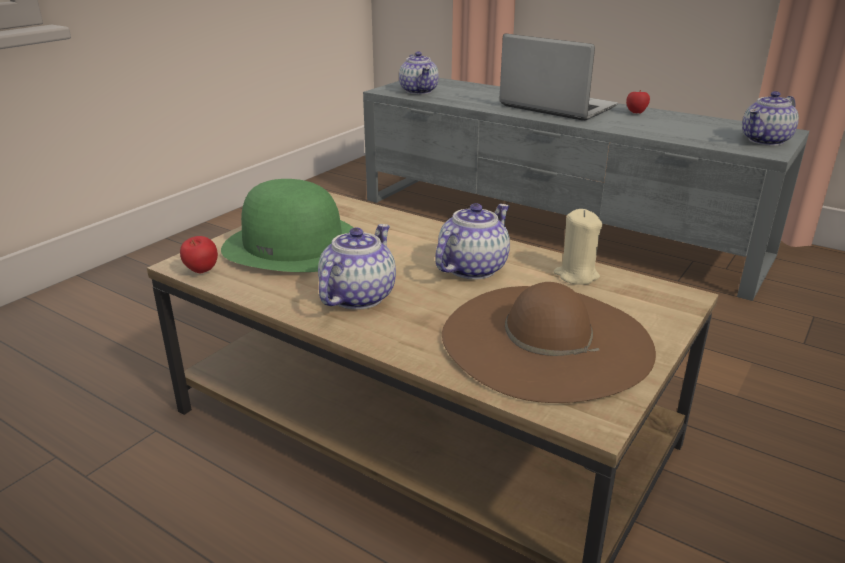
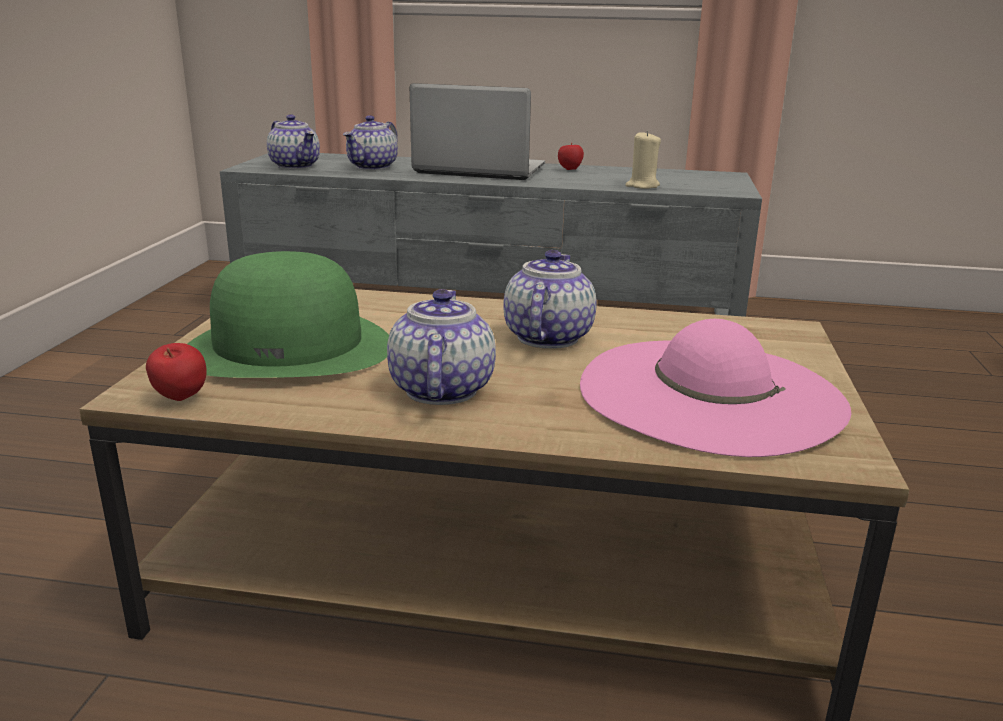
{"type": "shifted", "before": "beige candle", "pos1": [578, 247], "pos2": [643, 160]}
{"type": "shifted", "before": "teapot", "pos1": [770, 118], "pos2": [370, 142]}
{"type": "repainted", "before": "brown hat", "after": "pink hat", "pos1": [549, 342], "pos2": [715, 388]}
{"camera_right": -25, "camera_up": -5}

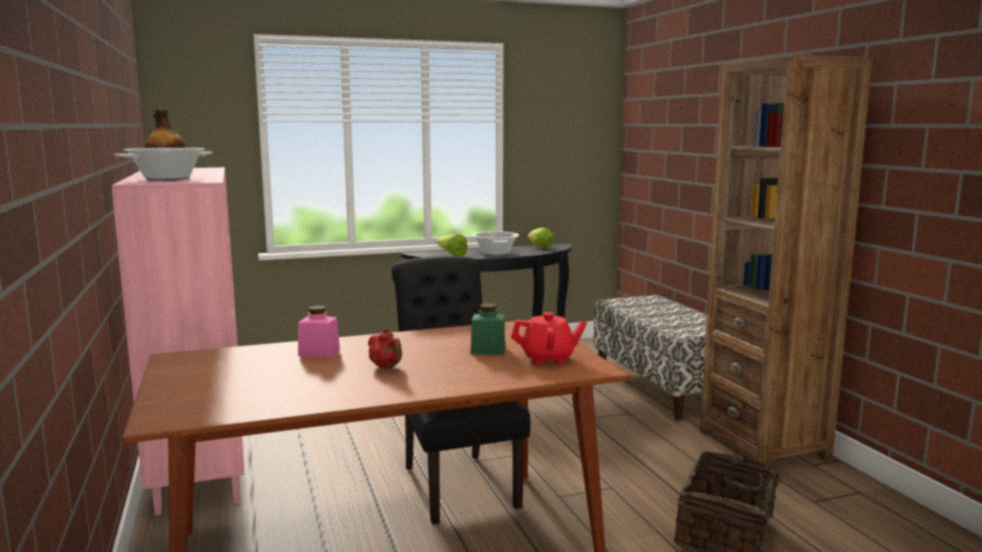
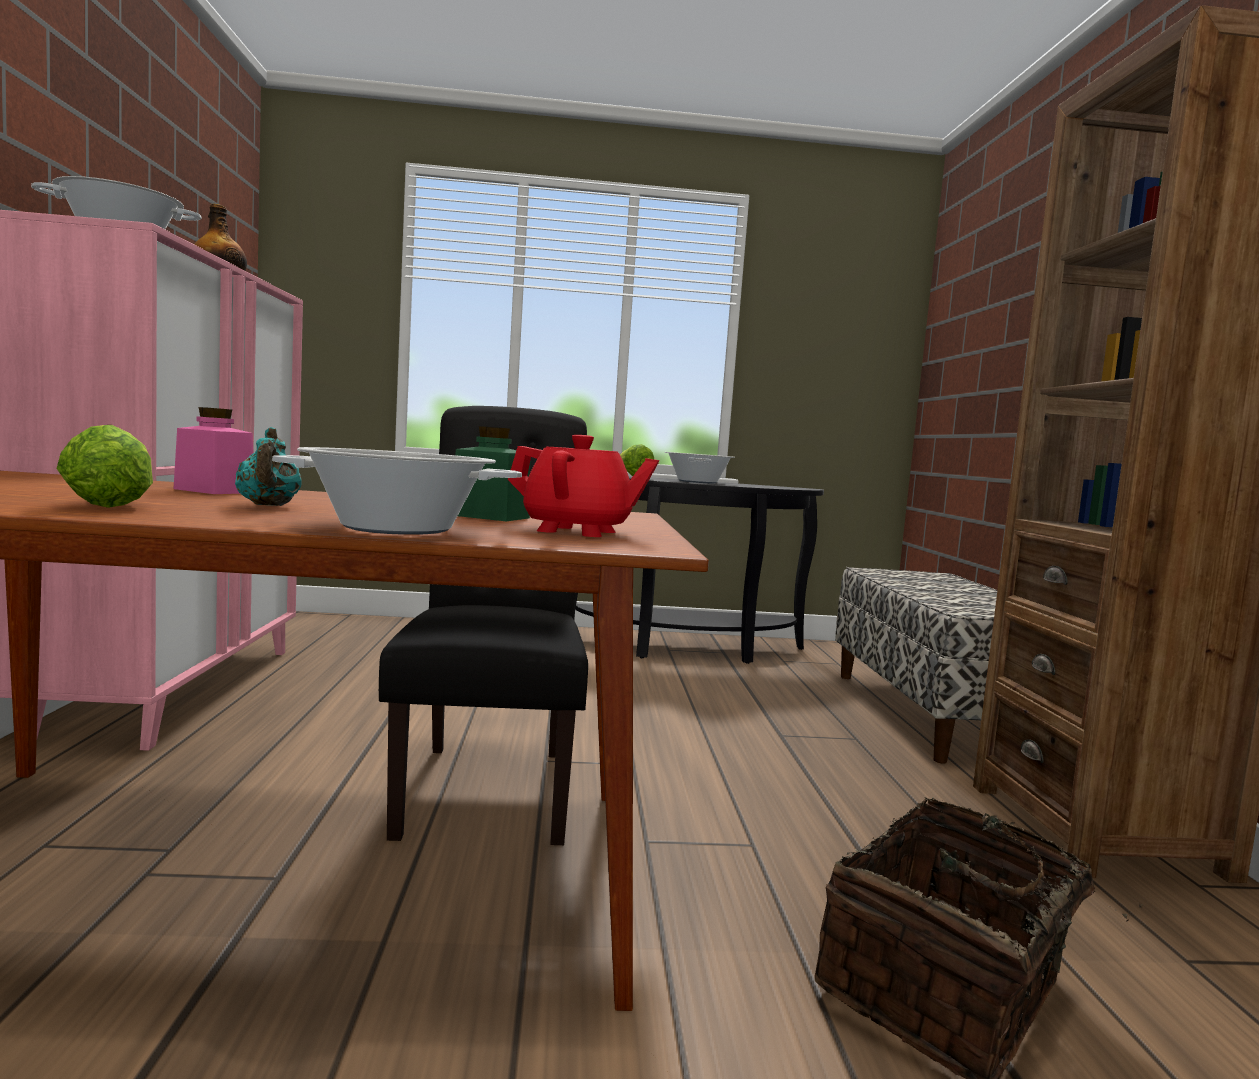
{"type": "new", "after": "cooking pot", "pos2": [397, 491]}
{"type": "shifted", "before": "lettuce", "pos1": [541, 238], "pos2": [104, 466]}
{"type": "repainted", "before": "red teapot", "after": "turquoise teapot", "pos1": [385, 348], "pos2": [268, 466]}
{"camera_right": 15, "camera_up": -5}

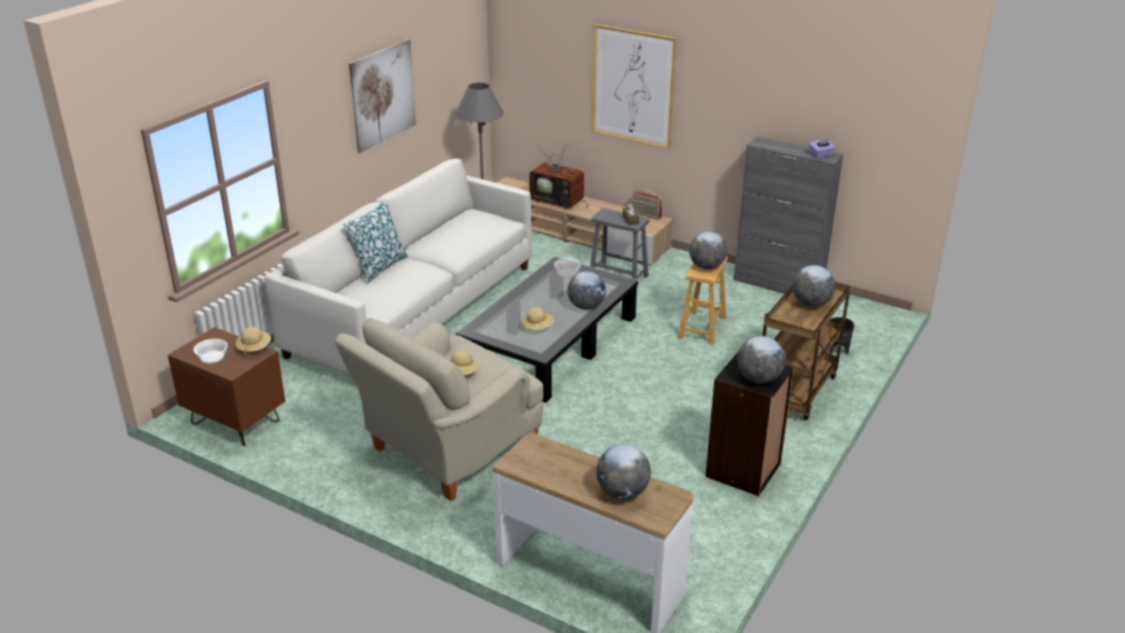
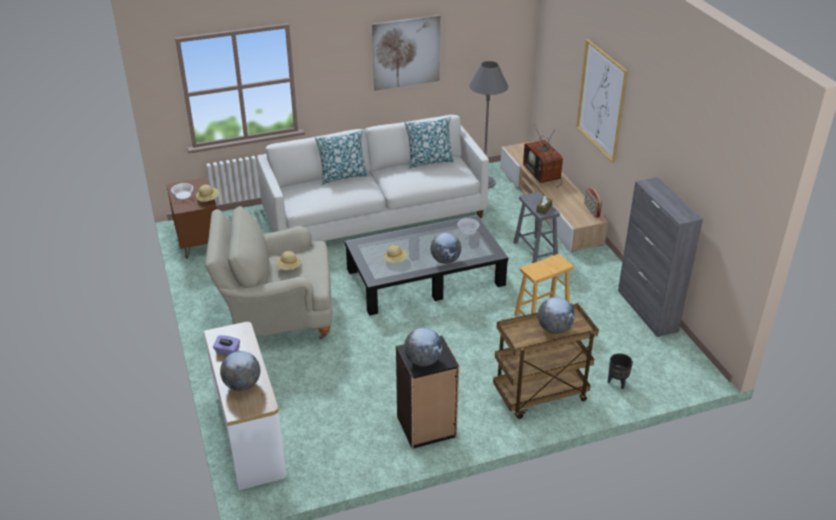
{"type": "gone", "before": "globe", "pos1": [708, 250]}
{"type": "new", "after": "pillow", "pos2": [429, 142]}
{"type": "shifted", "before": "purple tissue box", "pos1": [822, 148], "pos2": [226, 345]}
{"camera_right": 40, "camera_up": 5}

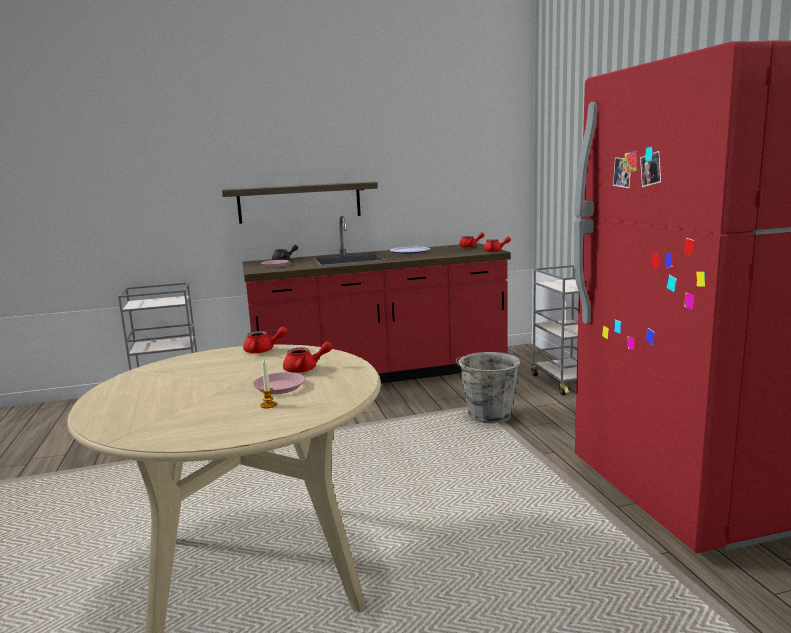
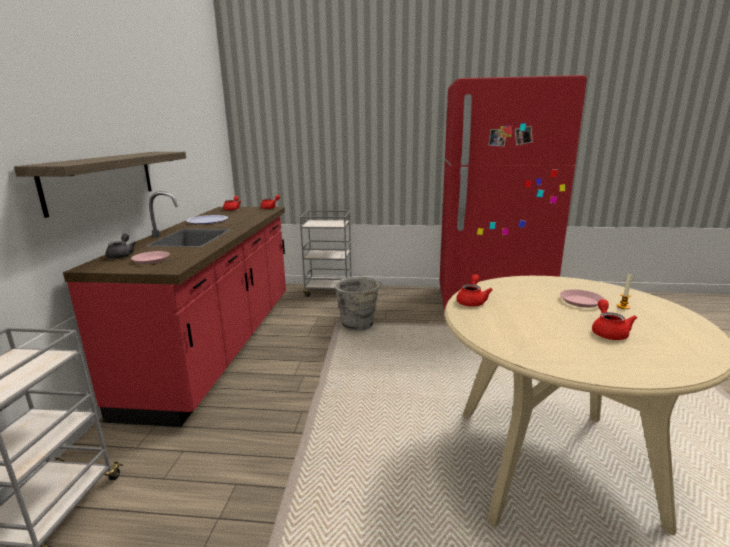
{"type": "shifted", "before": "red teapot", "pos1": [308, 357], "pos2": [614, 319]}
{"camera_right": -70, "camera_up": 5}

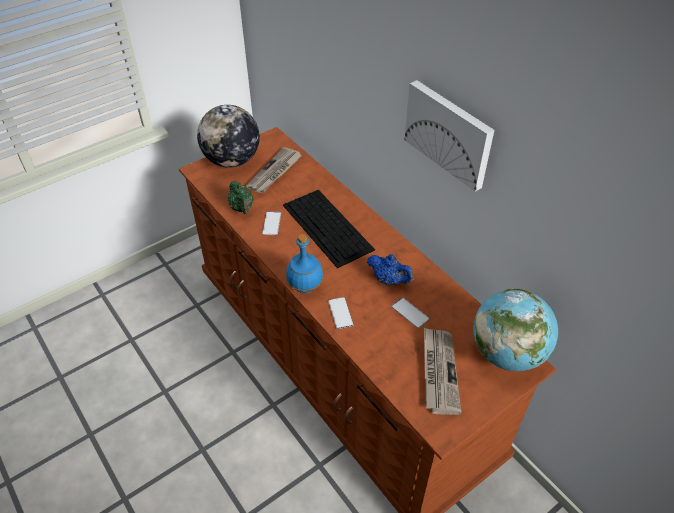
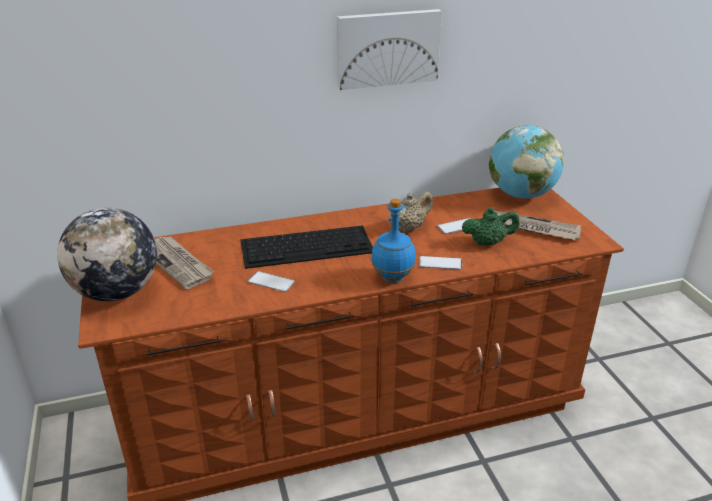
{"type": "shifted", "before": "green teapot", "pos1": [240, 197], "pos2": [491, 226]}
{"type": "repainted", "before": "blue teapot", "after": "beige teapot", "pos1": [390, 269], "pos2": [410, 212]}
{"camera_right": -70, "camera_up": -15}

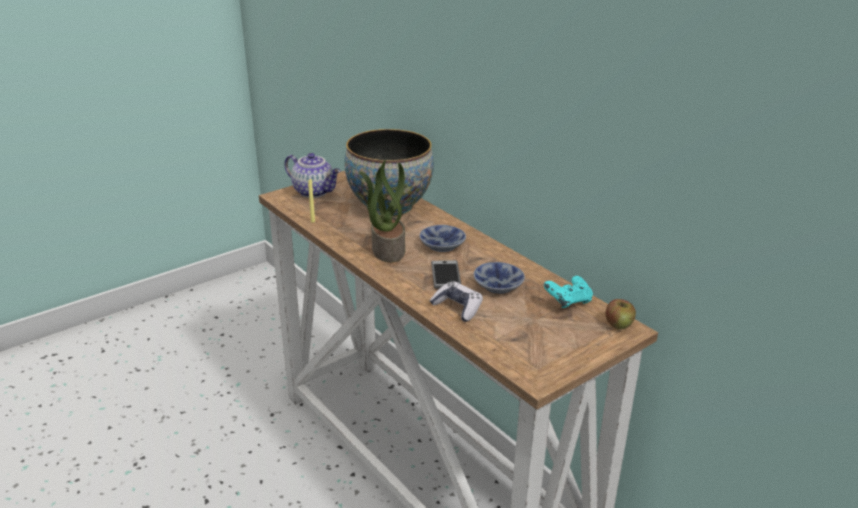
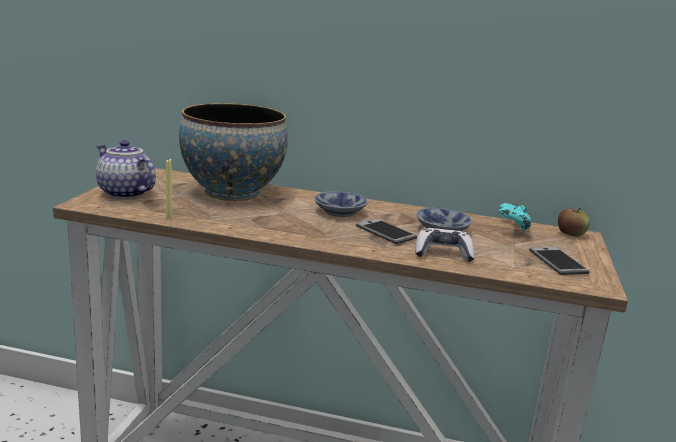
{"type": "gone", "before": "potted plant", "pos1": [382, 211]}
{"type": "new", "after": "phone", "pos2": [559, 261]}
{"type": "rotated", "before": "teapot", "pos1": [312, 175], "pos2": [126, 169], "turn": -135}
{"camera_right": -40, "camera_up": -10}

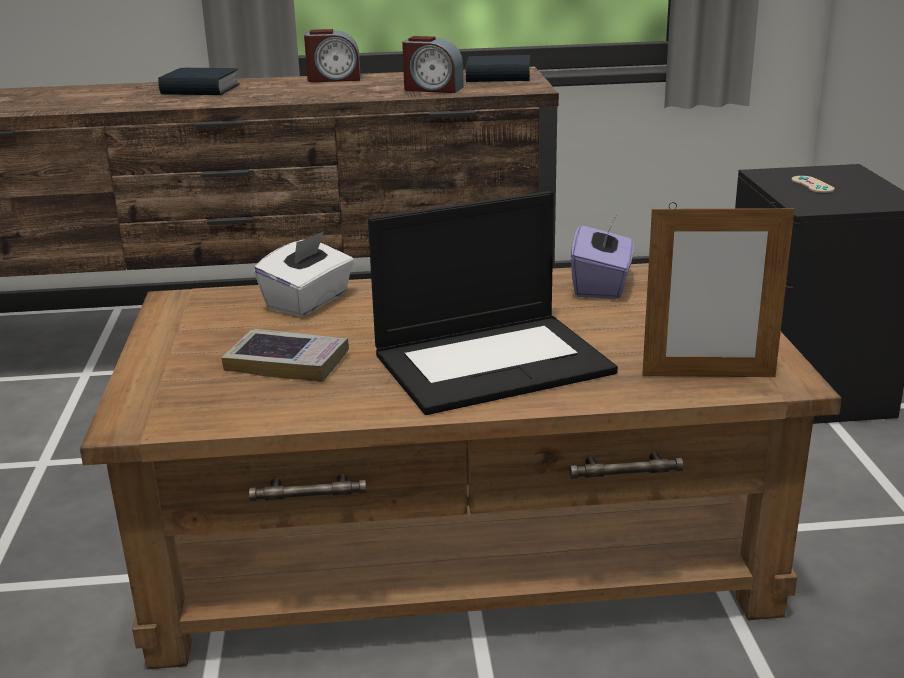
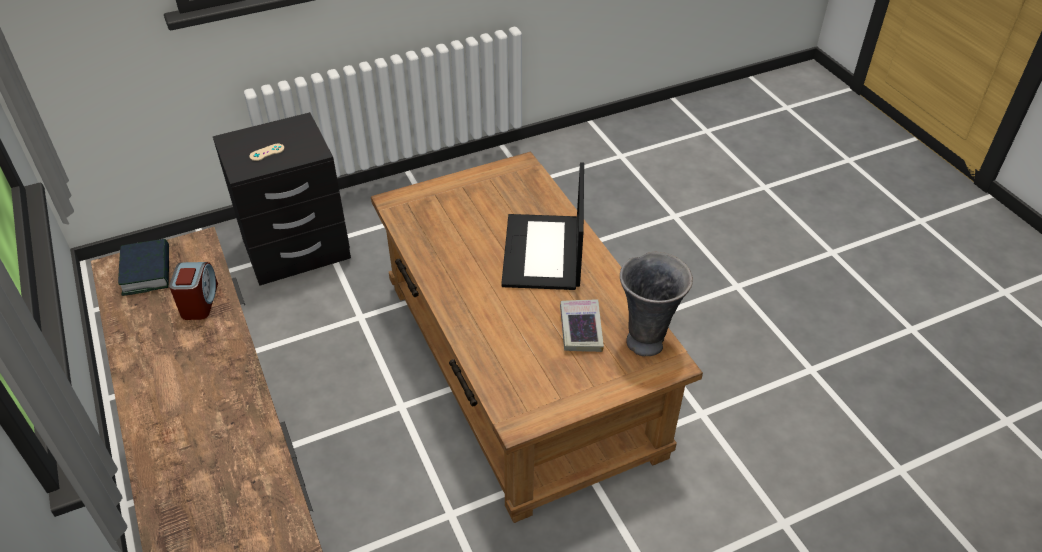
{"type": "gone", "before": "book", "pos1": [199, 81]}
{"type": "gone", "before": "white tissue box", "pos1": [304, 274]}
{"type": "gone", "before": "alarm clock", "pos1": [332, 55]}
{"type": "gone", "before": "purple tissue box", "pos1": [602, 257]}
{"type": "gone", "before": "picture frame", "pos1": [718, 289]}
{"type": "new", "after": "grey vase", "pos2": [656, 304]}
{"type": "rotated", "before": "laptop", "pos1": [493, 303], "pos2": [542, 226], "turn": -135}
{"camera_right": -110, "camera_up": 20}

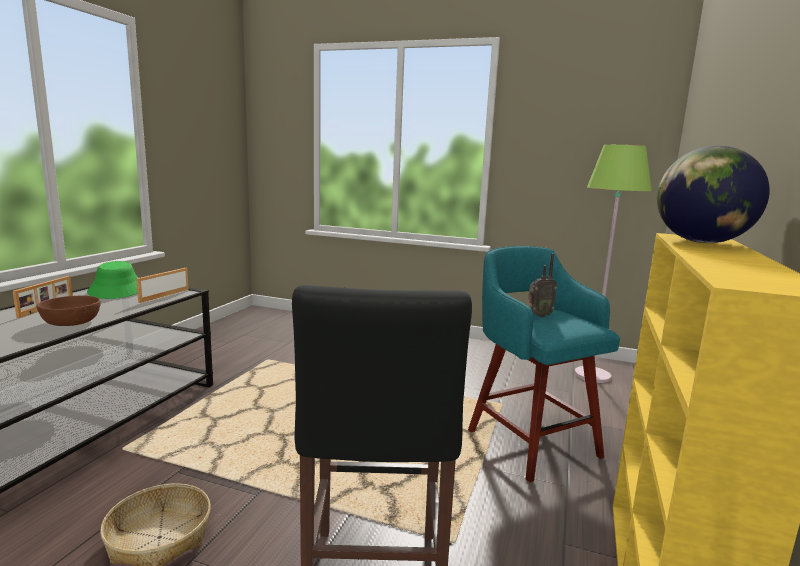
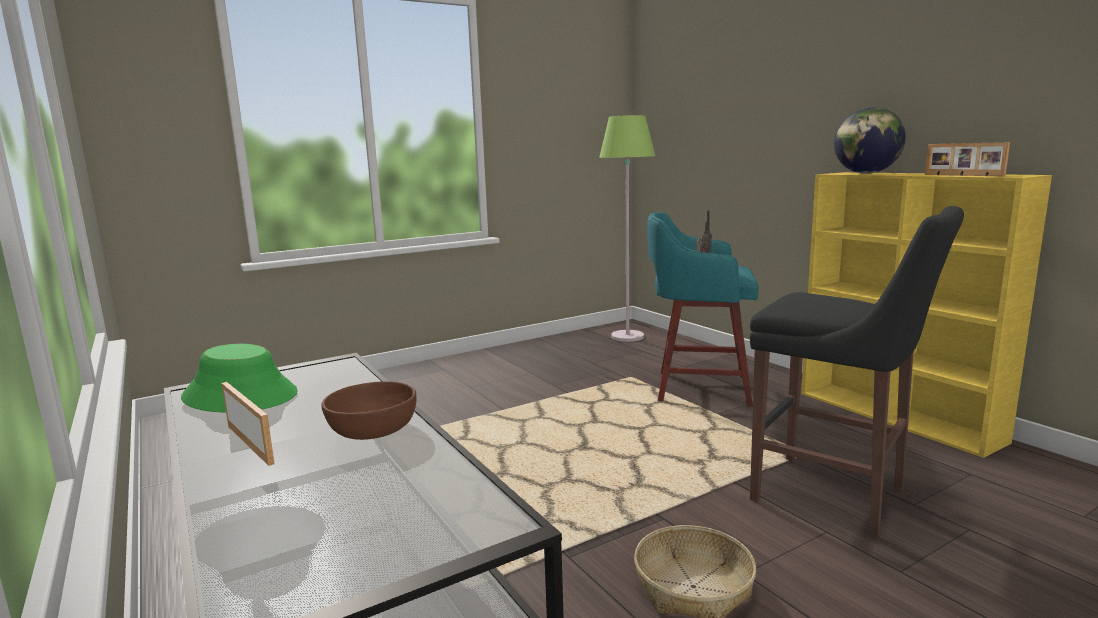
{"type": "shifted", "before": "picture frame", "pos1": [162, 285], "pos2": [967, 159]}
{"camera_right": -50, "camera_up": 0}

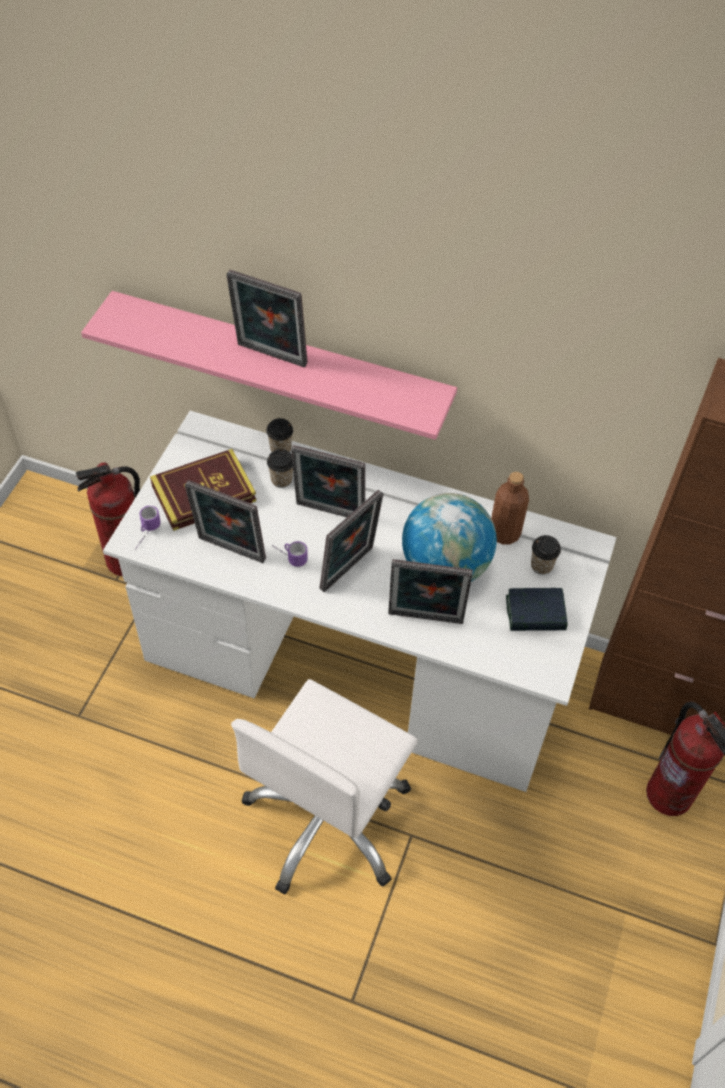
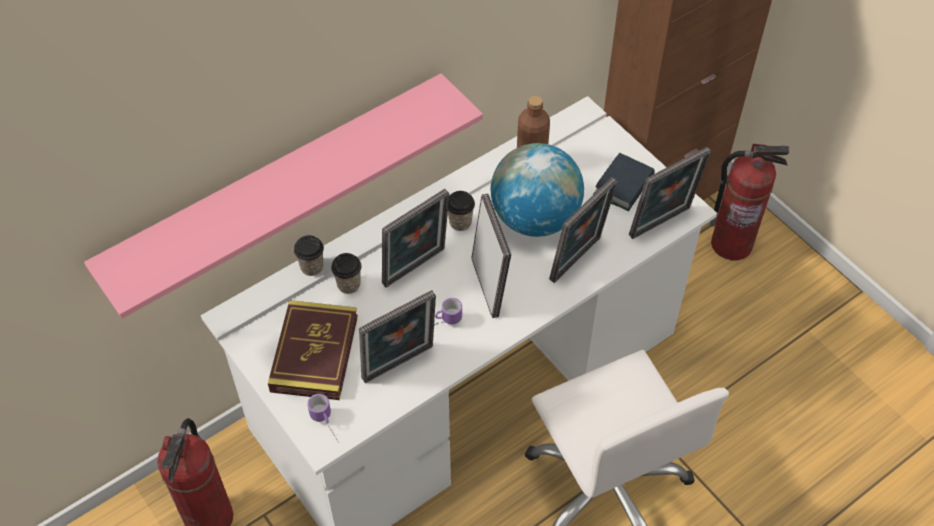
{"type": "shifted", "before": "picture frame", "pos1": [267, 318], "pos2": [670, 193]}
{"type": "shifted", "before": "cup", "pos1": [546, 555], "pos2": [461, 211]}
{"camera_right": -55, "camera_up": 0}

